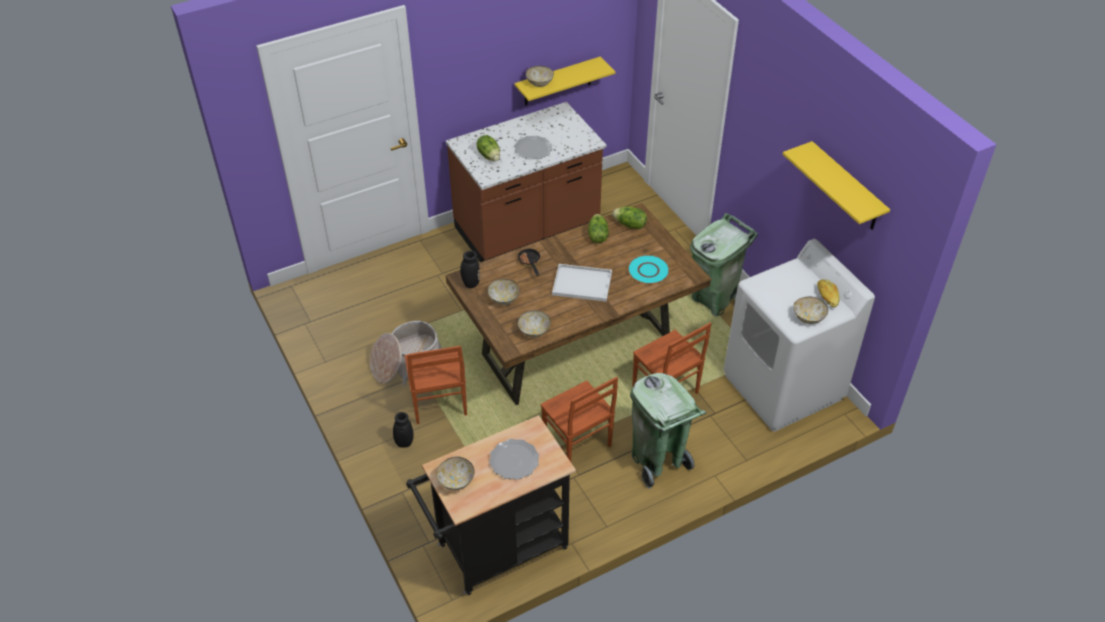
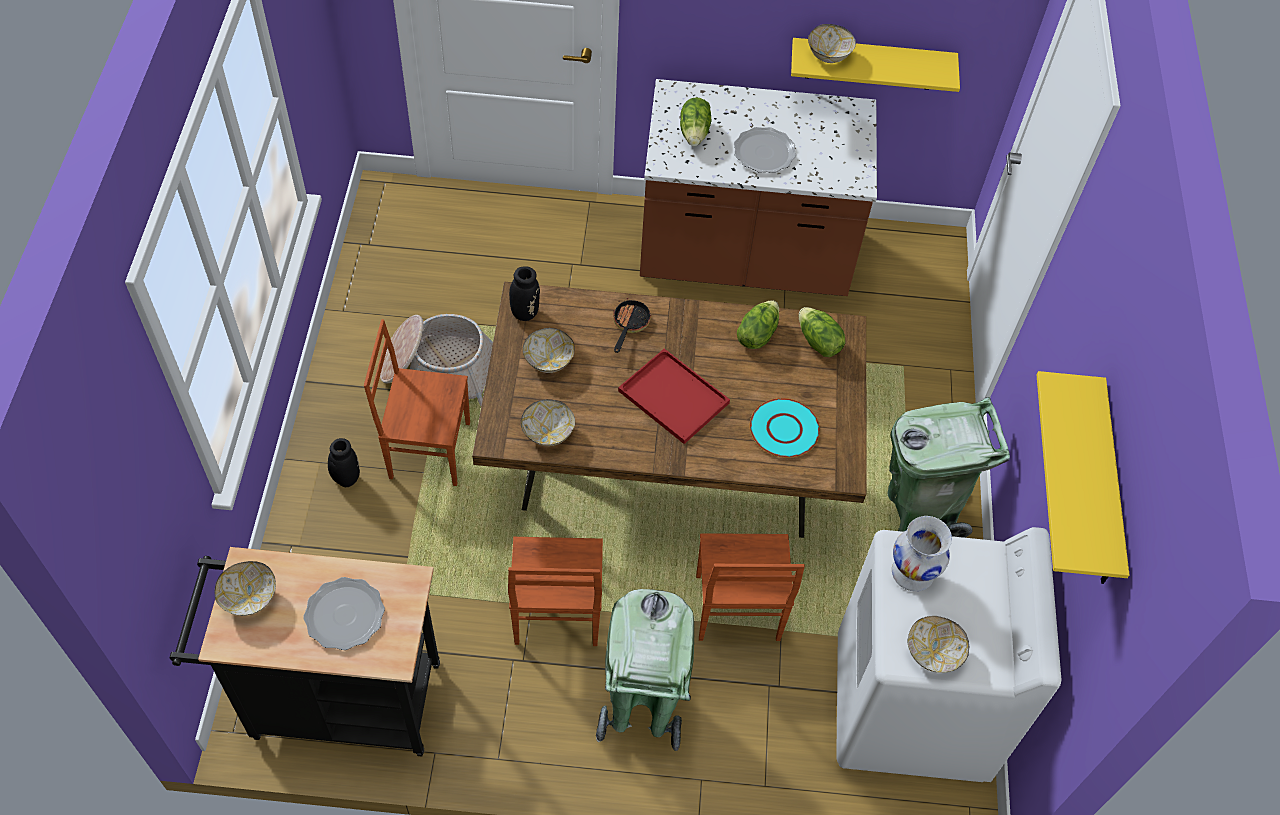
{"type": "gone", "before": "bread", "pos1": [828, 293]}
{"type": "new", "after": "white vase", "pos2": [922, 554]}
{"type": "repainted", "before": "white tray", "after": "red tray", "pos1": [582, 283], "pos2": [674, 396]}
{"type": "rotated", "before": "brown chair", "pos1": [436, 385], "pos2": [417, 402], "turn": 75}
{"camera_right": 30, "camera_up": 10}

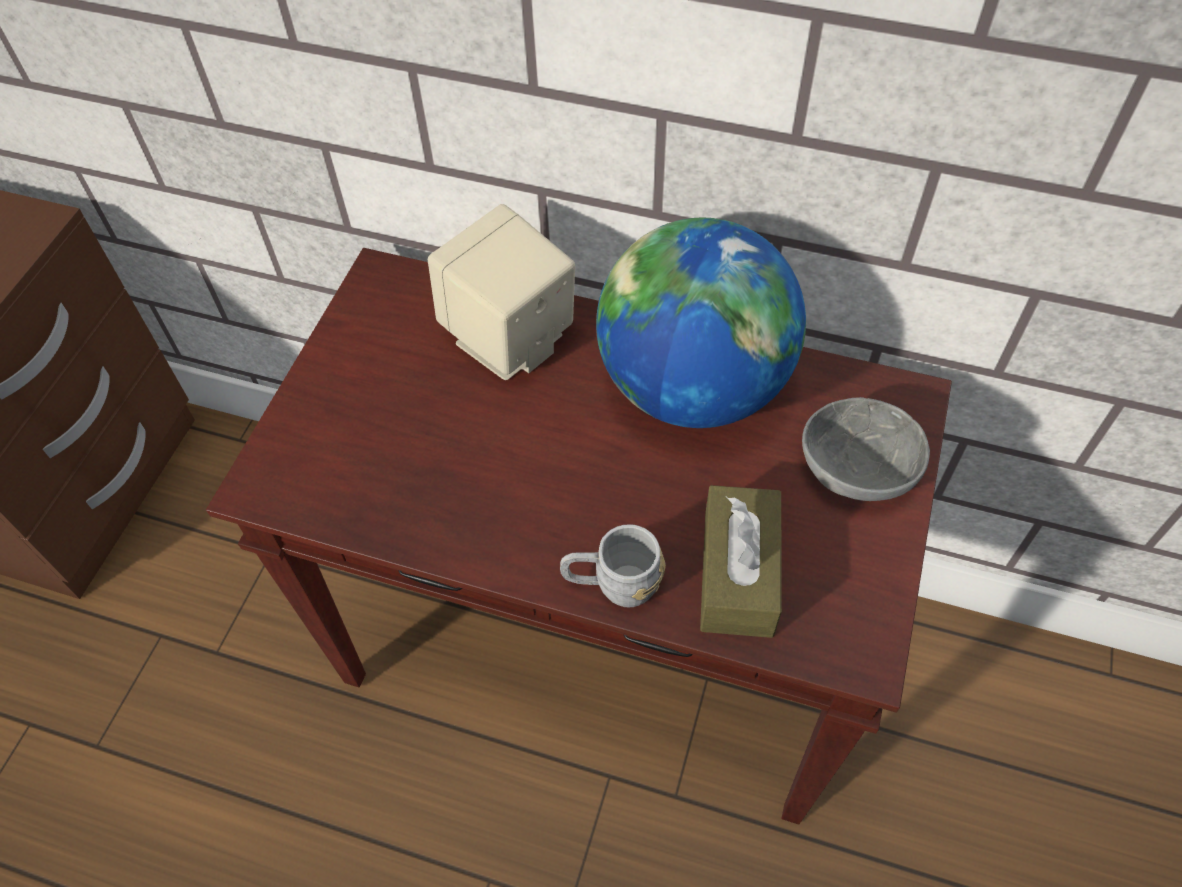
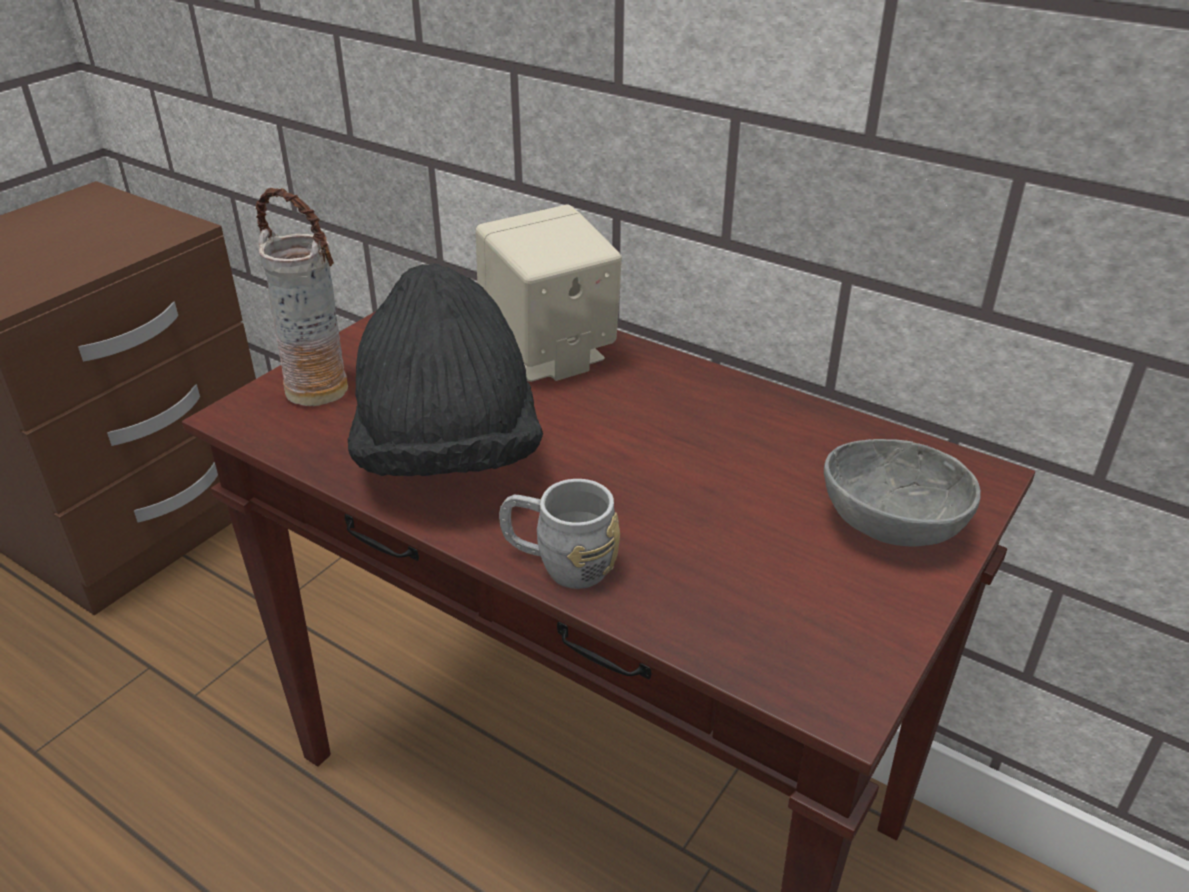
{"type": "gone", "before": "globe", "pos1": [701, 322]}
{"type": "gone", "before": "brown tissue box", "pos1": [741, 561]}
{"type": "new", "after": "vase", "pos2": [302, 297]}
{"type": "new", "after": "black hat", "pos2": [445, 369]}
{"camera_right": 15, "camera_up": -20}

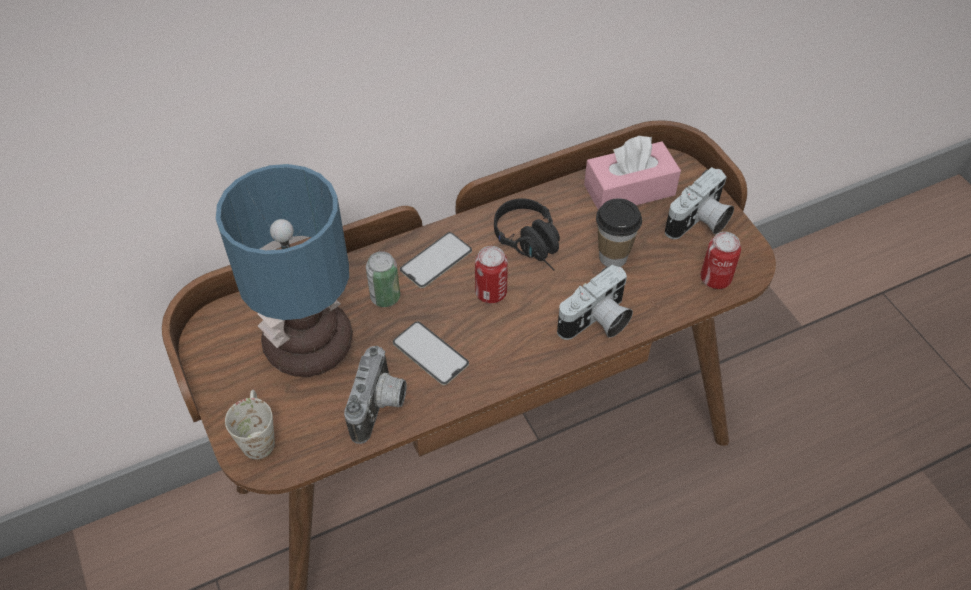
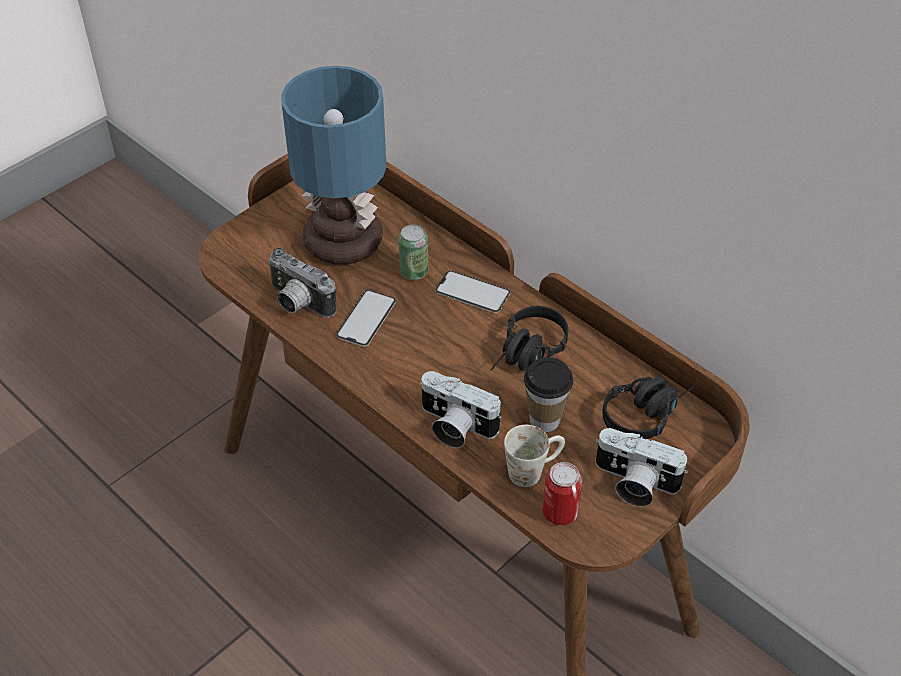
{"type": "gone", "before": "can", "pos1": [491, 274]}
{"type": "shifted", "before": "white mug", "pos1": [250, 424], "pos2": [534, 456]}
{"type": "swapped", "before": "pink tissue box", "after": "black headphones", "pos1": [632, 173], "pos2": [649, 408]}
{"type": "rotated", "before": "photo camera", "pos1": [375, 395], "pos2": [301, 283], "turn": 45}
{"camera_right": 70, "camera_up": -5}

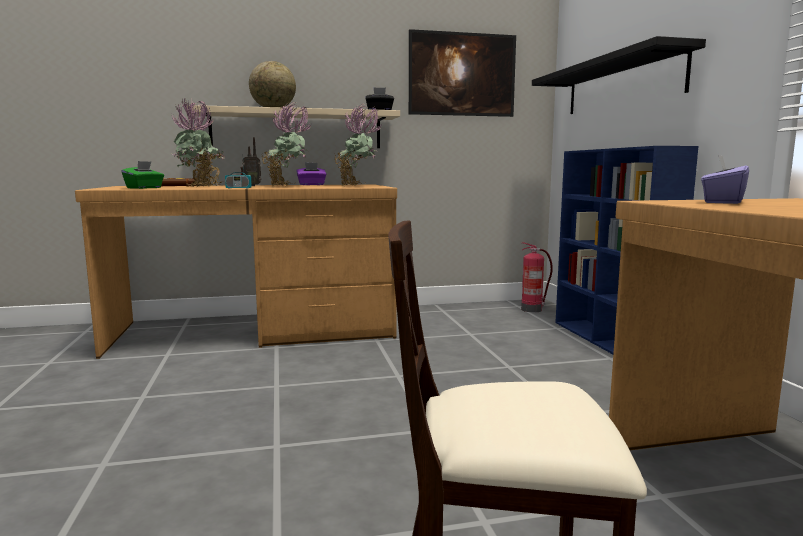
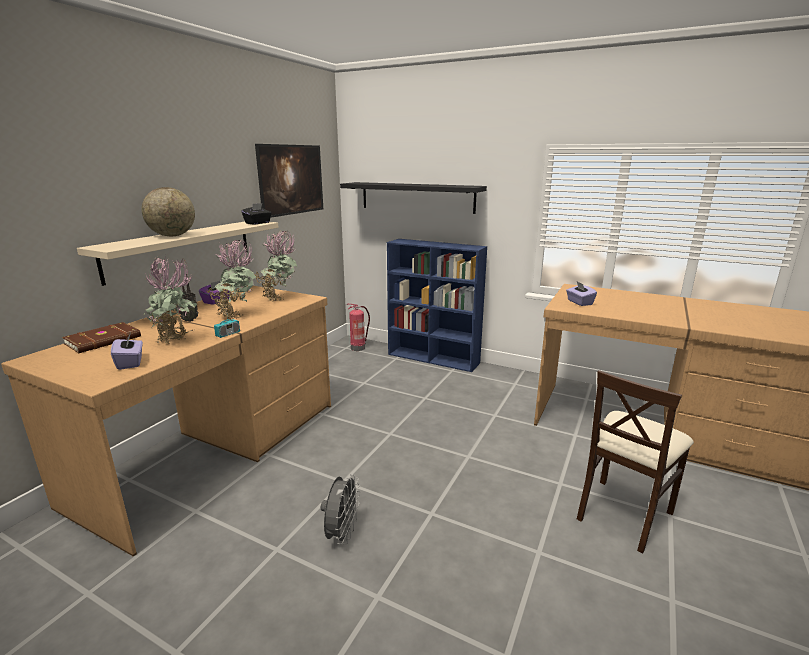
{"type": "new", "after": "grey fan", "pos2": [340, 509]}
{"type": "repainted", "before": "green tissue box", "after": "purple tissue box", "pos1": [142, 175], "pos2": [127, 351]}
{"camera_right": -50, "camera_up": 10}

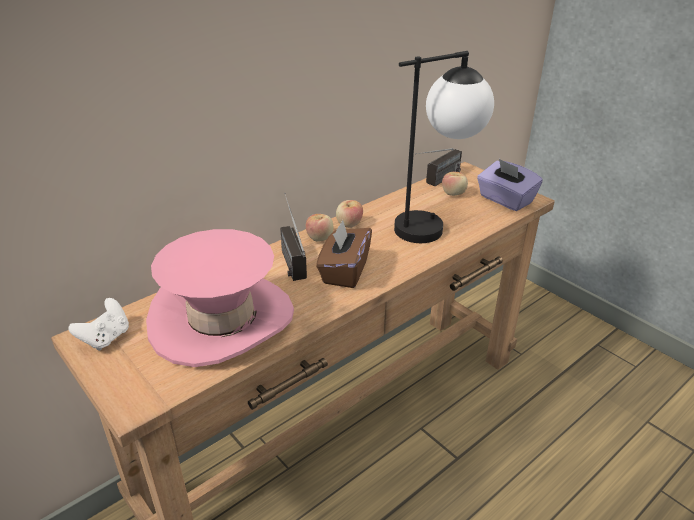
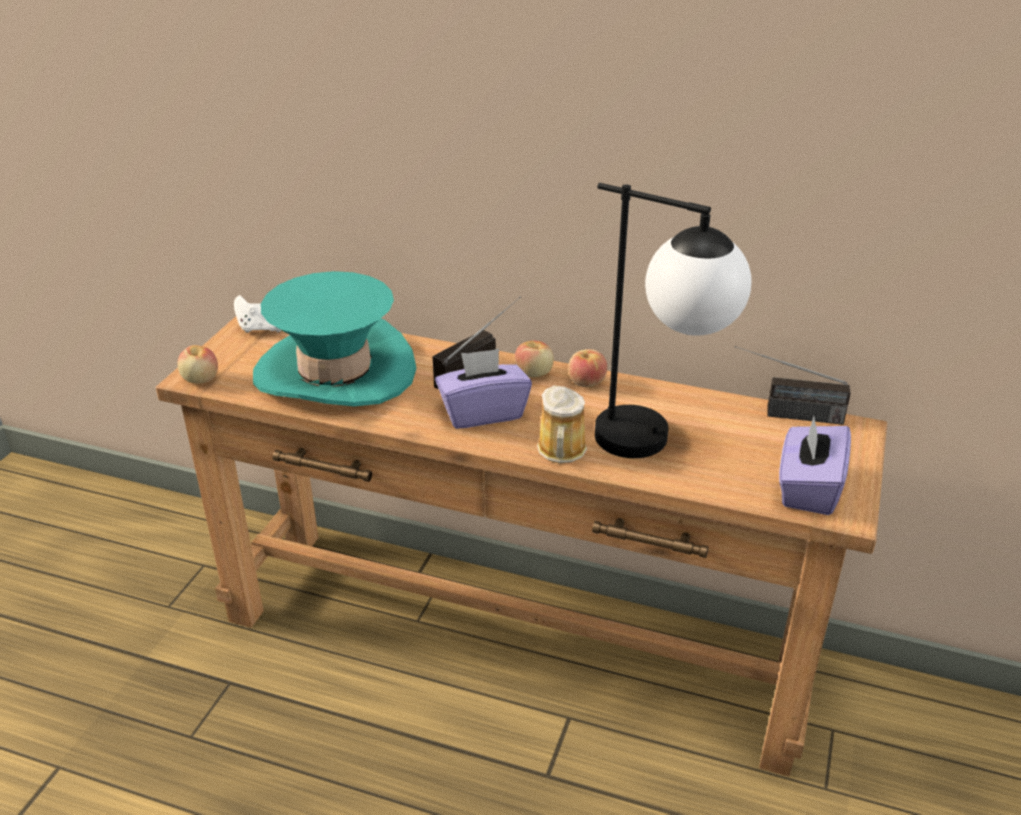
{"type": "new", "after": "mug", "pos2": [562, 424]}
{"type": "shifted", "before": "apple", "pos1": [455, 184], "pos2": [197, 364]}
{"type": "repainted", "before": "pink hat", "after": "turquoise hat", "pos1": [220, 298], "pos2": [335, 338]}
{"type": "repainted", "before": "brown tissue box", "after": "purple tissue box", "pos1": [344, 254], "pos2": [483, 389]}
{"camera_right": 60, "camera_up": 0}

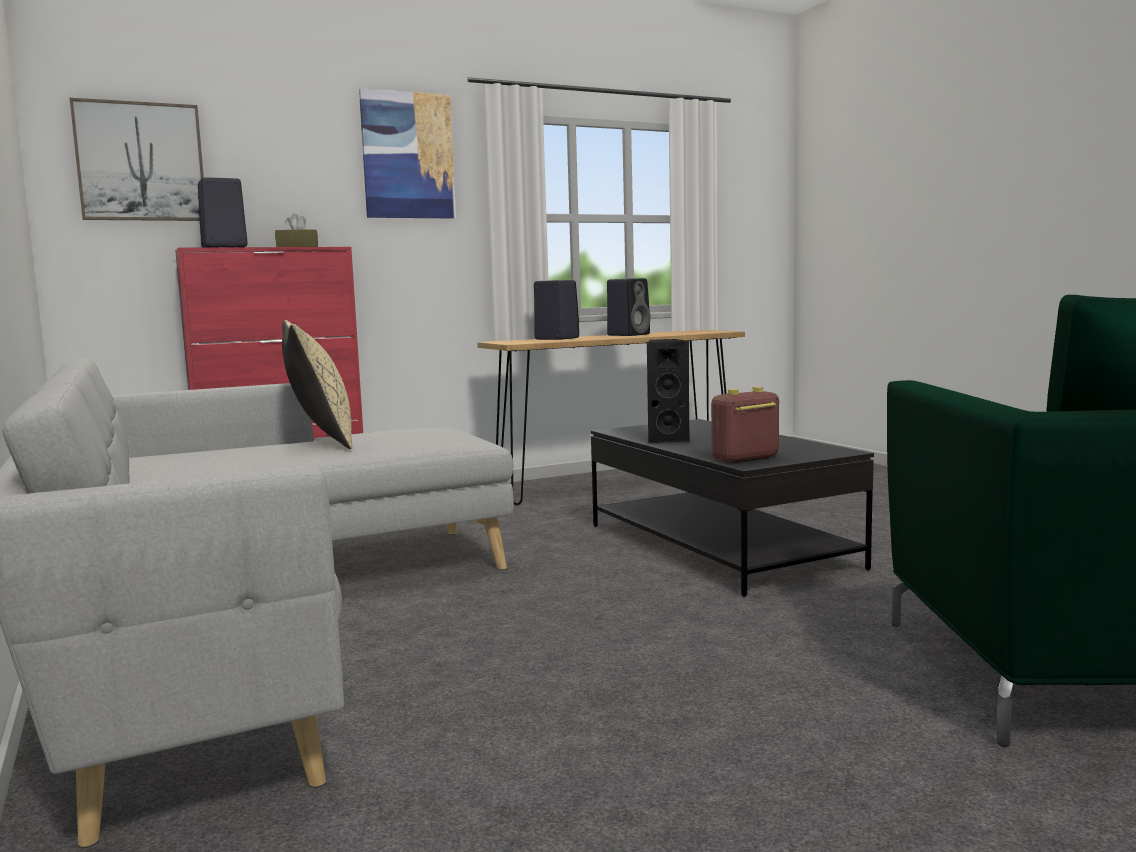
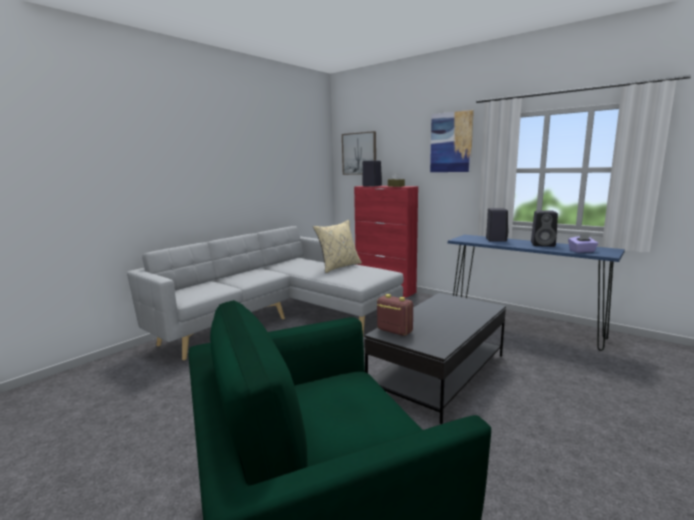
{"type": "gone", "before": "black speaker", "pos1": [668, 391]}
{"type": "new", "after": "purple tissue box", "pos2": [583, 243]}
{"type": "repainted", "before": "brown console table", "after": "blue console table", "pos1": [611, 417], "pos2": [536, 293]}
{"camera_right": 65, "camera_up": 5}

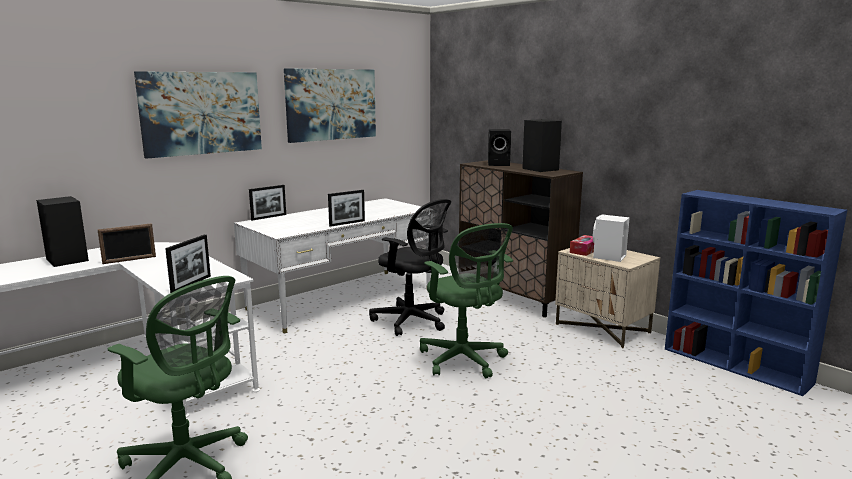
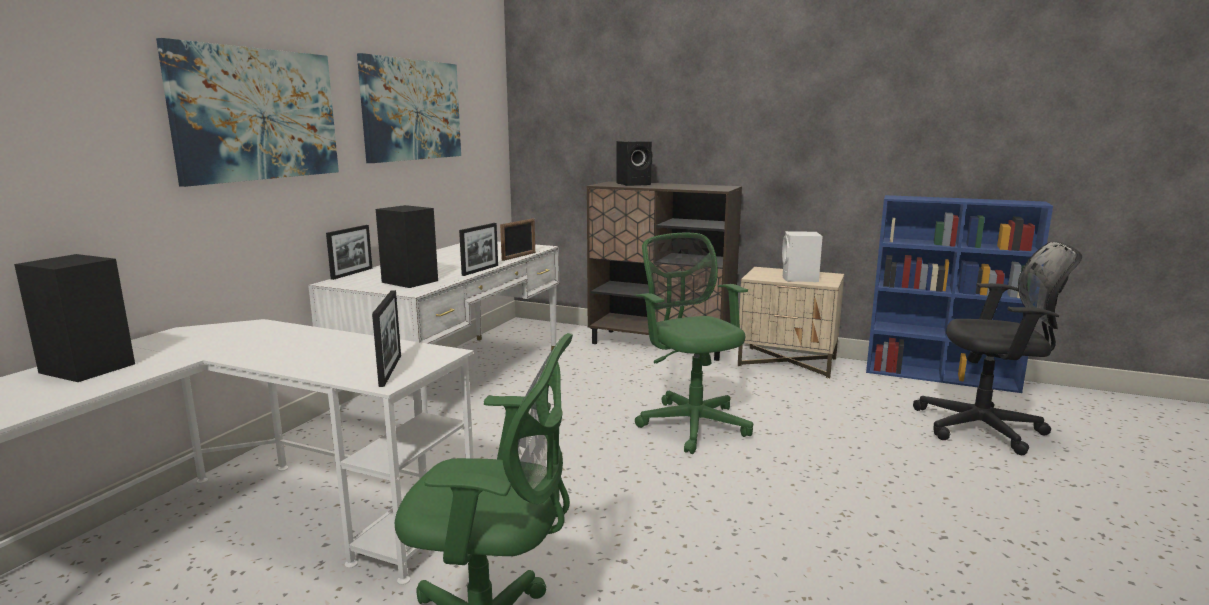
{"type": "gone", "before": "tissue box", "pos1": [582, 245]}
{"type": "shifted", "before": "picture frame", "pos1": [127, 243], "pos2": [517, 239]}
{"type": "shifted", "before": "black office chair", "pos1": [410, 267], "pos2": [997, 348]}
{"type": "shifted", "before": "black speaker", "pos1": [542, 145], "pos2": [407, 246]}
{"type": "rotated", "before": "green office chair", "pos1": [466, 300], "pos2": [694, 343], "turn": -150}
{"camera_right": -25, "camera_up": 0}

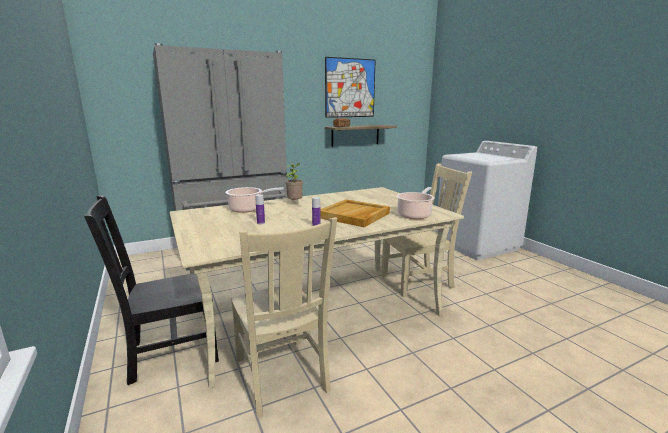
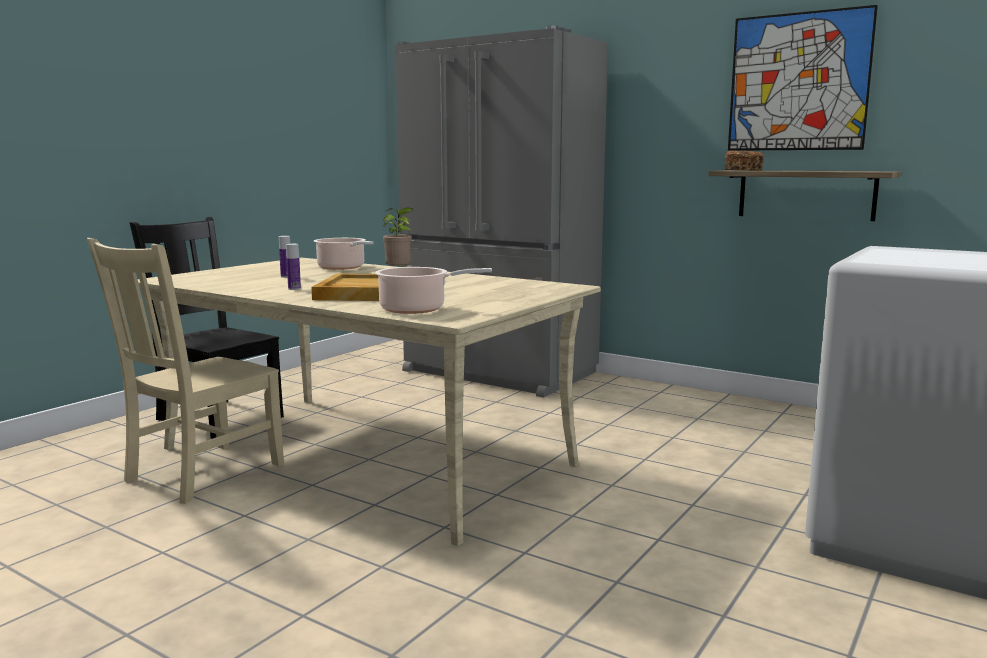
{"type": "gone", "before": "beige chair", "pos1": [426, 230]}
{"camera_right": 60, "camera_up": -5}

